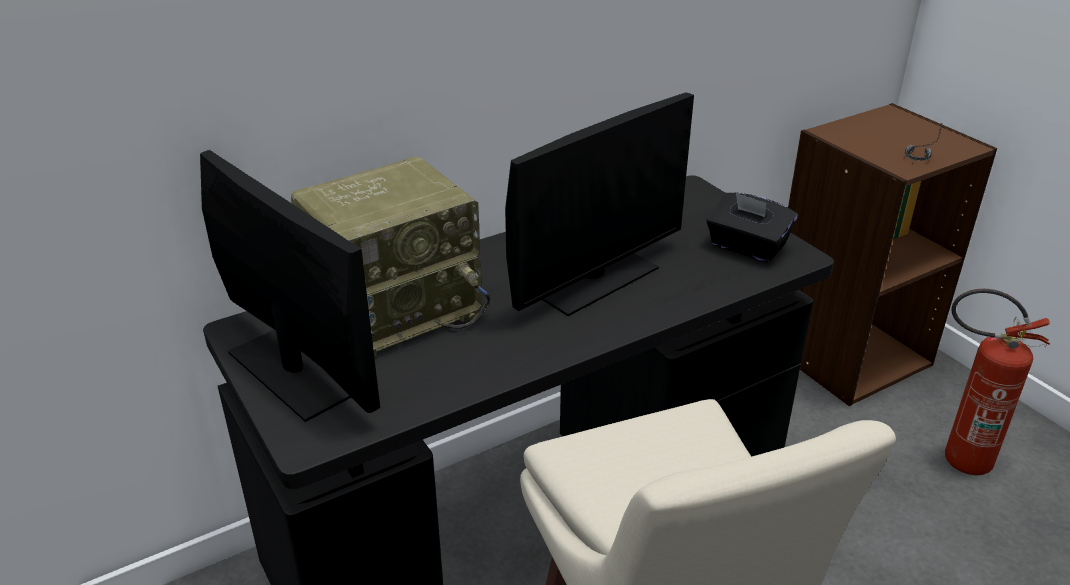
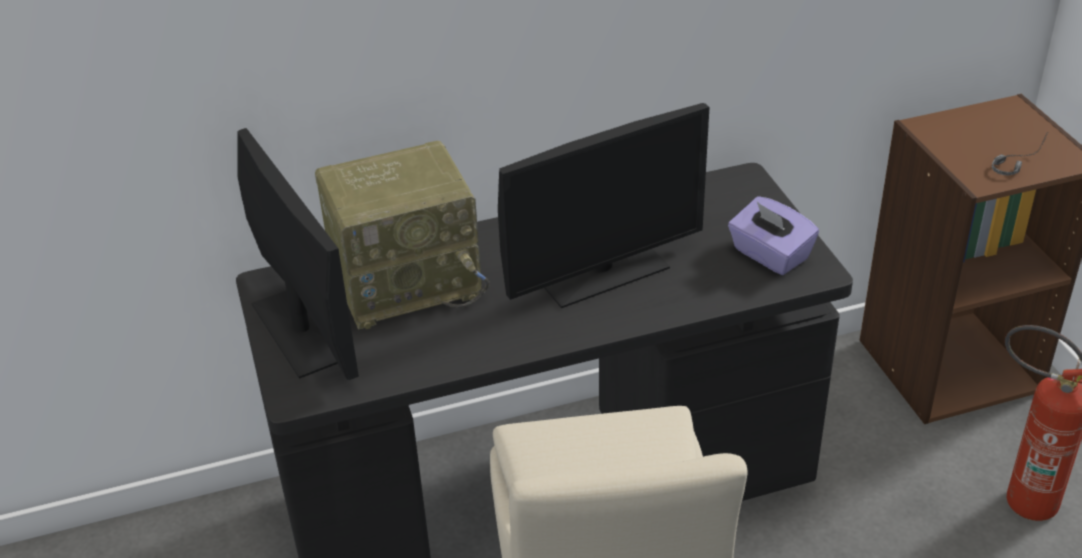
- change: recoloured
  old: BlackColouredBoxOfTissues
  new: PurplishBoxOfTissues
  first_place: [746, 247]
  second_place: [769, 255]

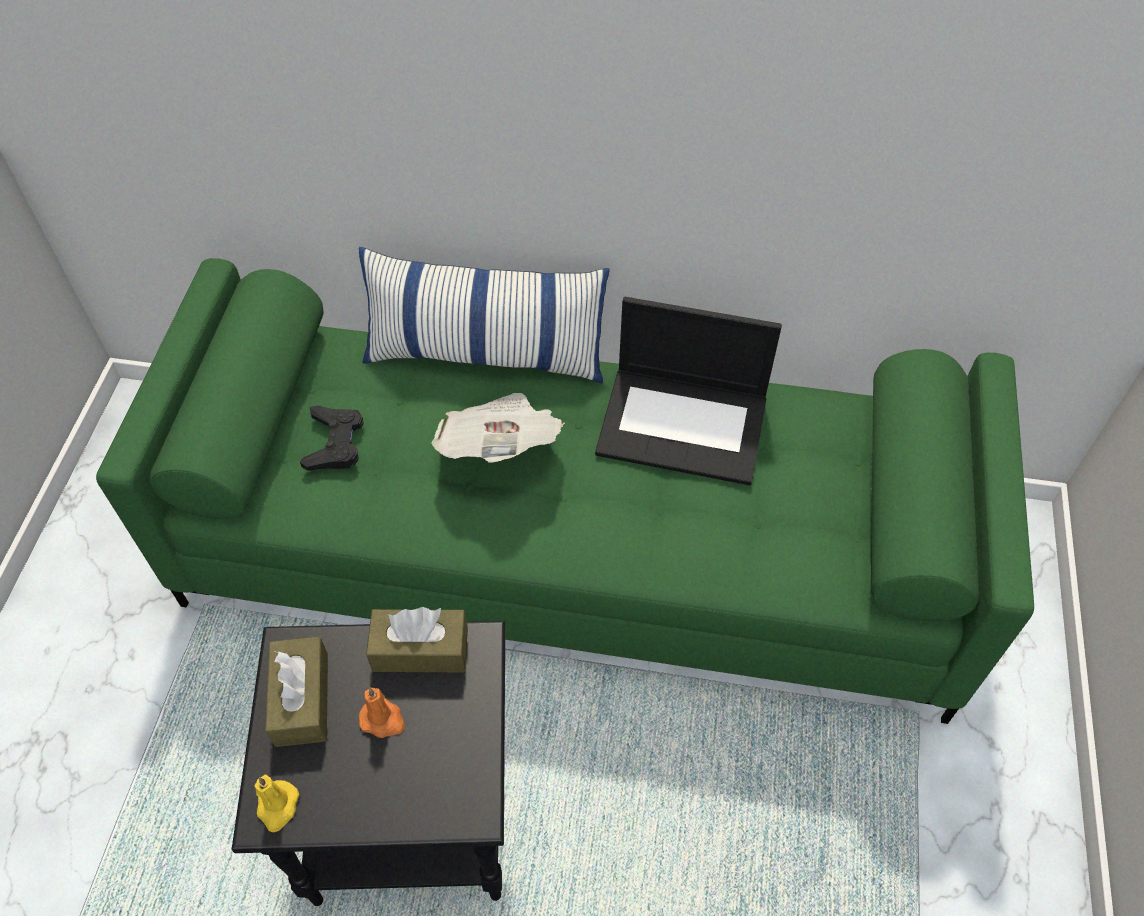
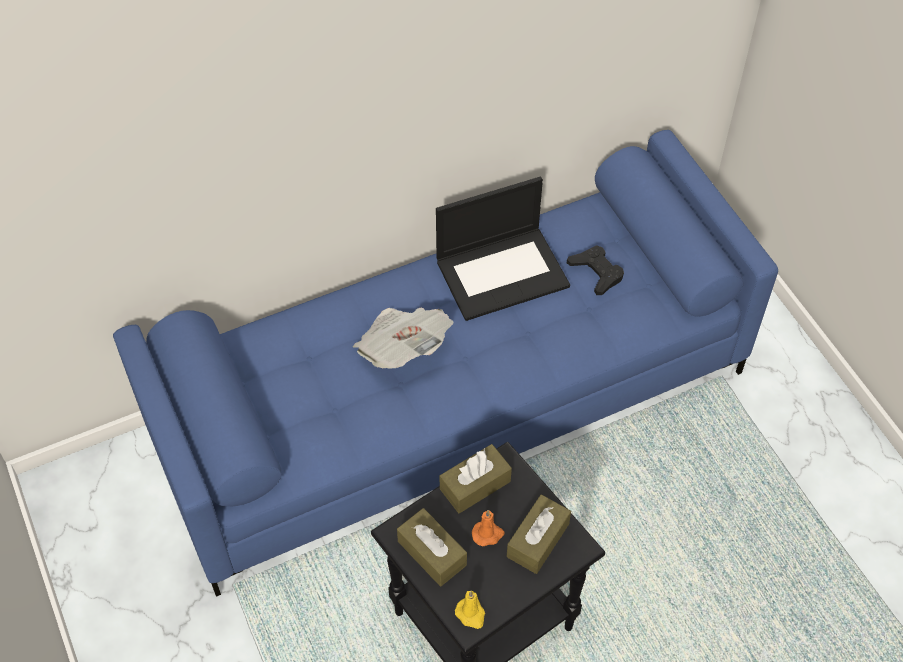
- change: removed
  old: Pillow
  first_place: [485, 353]
- change: recoloured
  old: GreenSettee
  new: BlueColouredSettee
  first_place: [575, 551]
  second_place: [452, 402]
- change: moved
  old: BlackColouredGamepad
  first_place: [335, 443]
  second_place: [596, 273]
- change: added
  new: BrownColouredBoxOfTissues
  second_place: [538, 540]

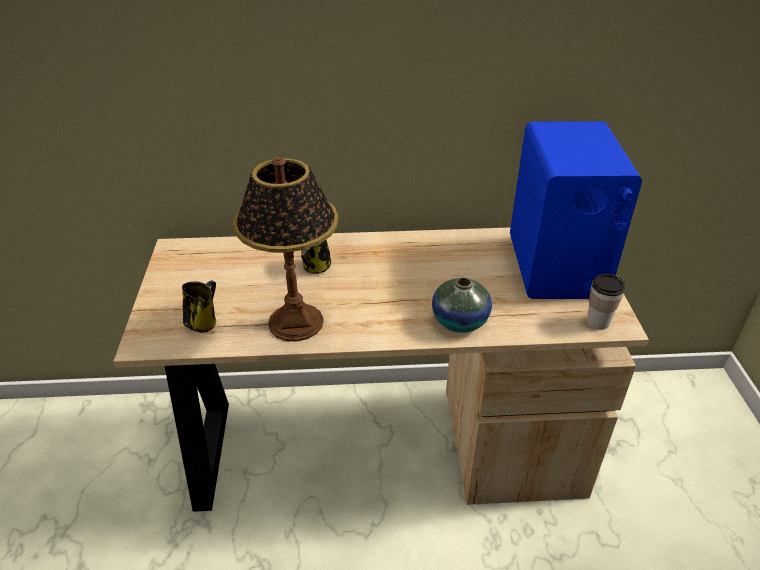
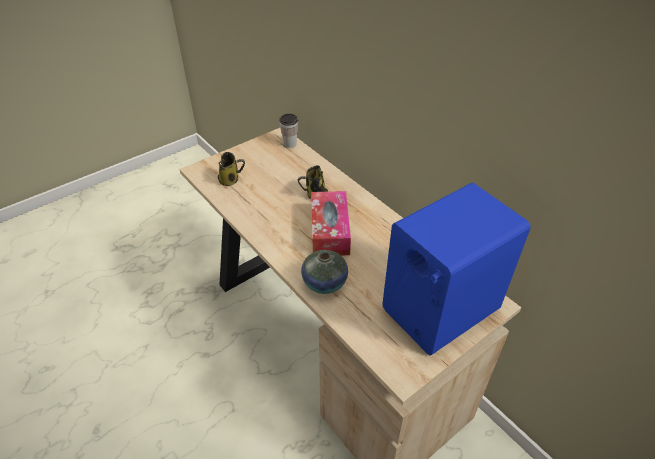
- change: removed
  old: TabletopLamp
  first_place: [296, 322]
- change: moved
  old: DrinkingCup
  first_place: [598, 322]
  second_place: [290, 144]
- change: added
  new: BoxOfTissues
  second_place: [330, 231]

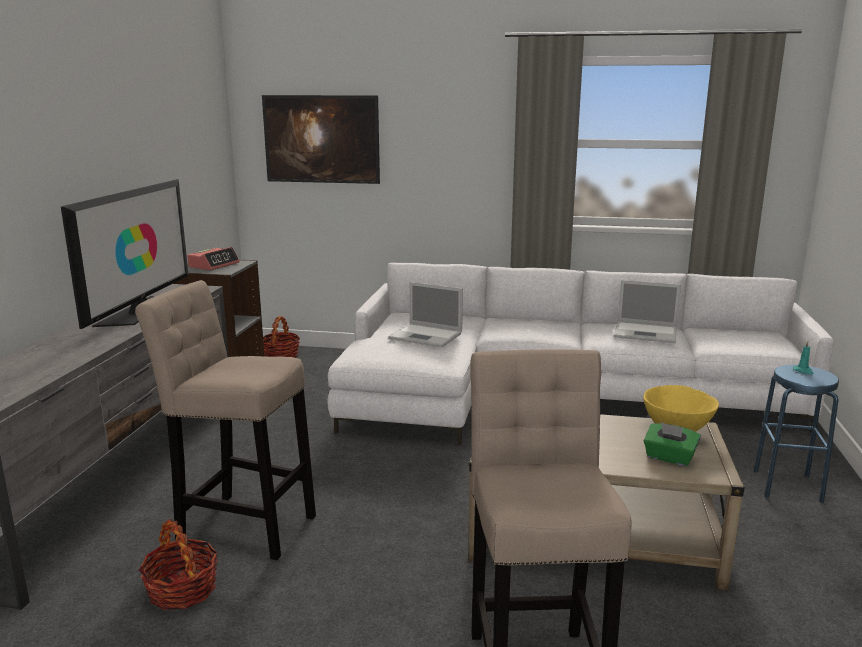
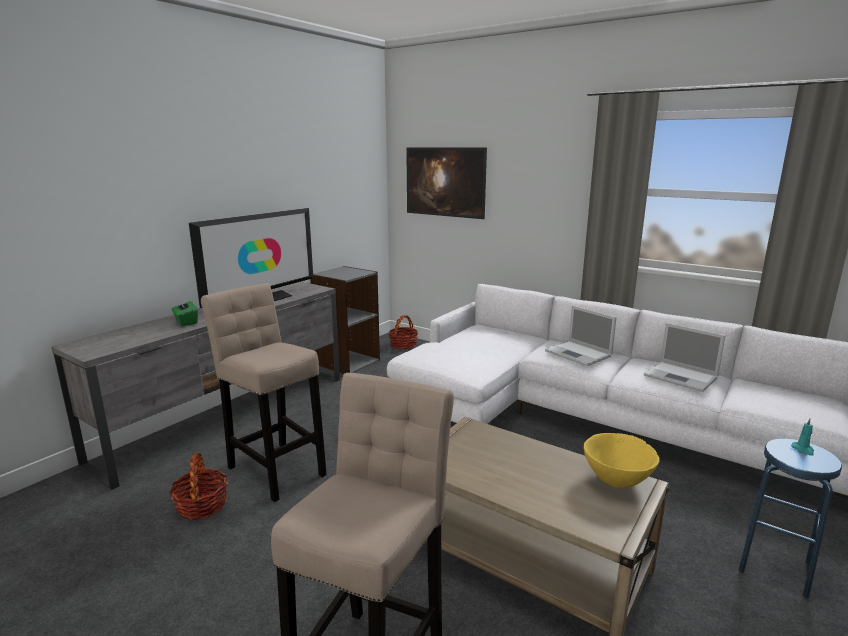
- change: removed
  old: TableClock
  first_place: [214, 265]
- change: moved
  old: PortableComputer
  first_place: [427, 336]
  second_place: [579, 354]
- change: moved
  old: GreenBoxOfTissues
  first_place: [669, 458]
  second_place: [186, 322]

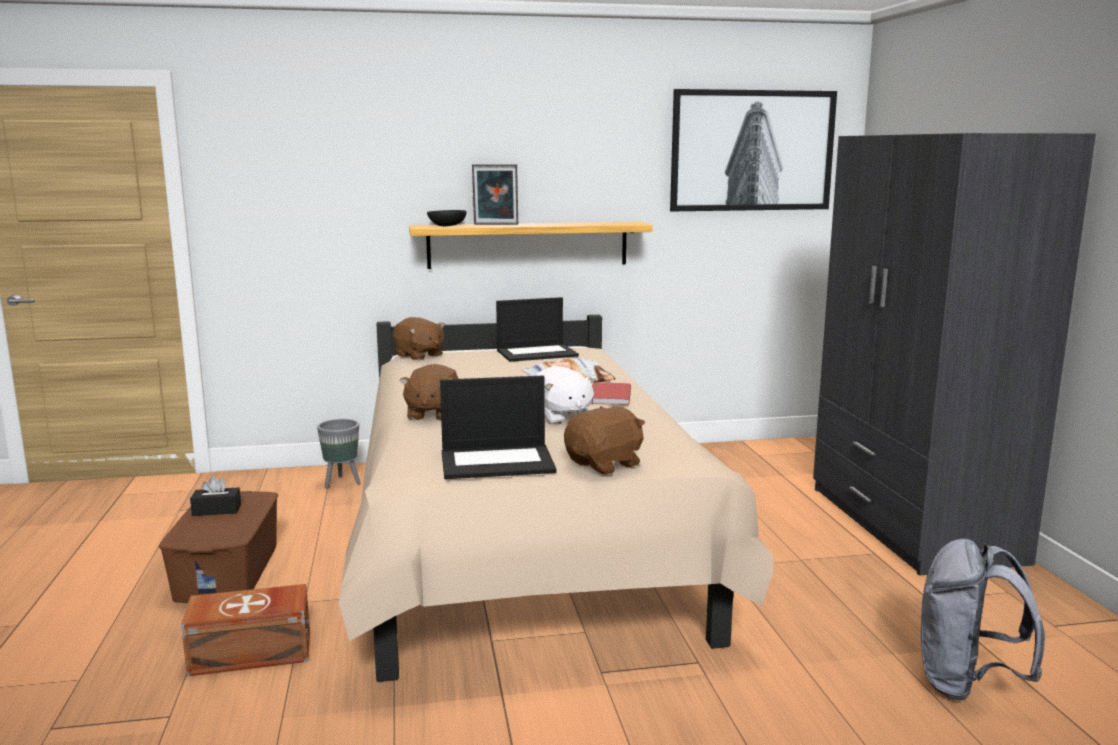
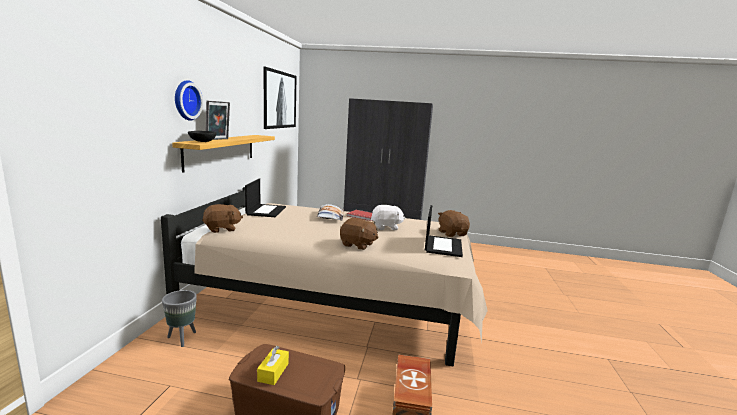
- change: recoloured
  old: BlackColouredBoxOfTissues
  new: YellowBoxOfTissues
  first_place: [216, 510]
  second_place: [273, 372]
- change: removed
  old: GrayKnapsack
  first_place: [966, 684]
- change: added
  new: ClockOnTheWall
  second_place: [185, 100]

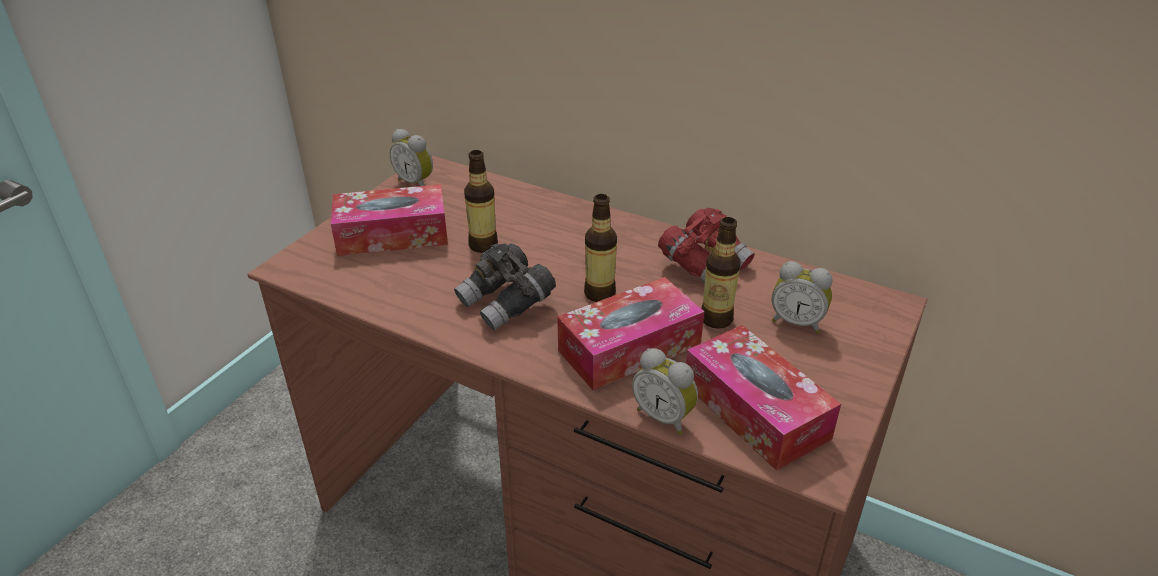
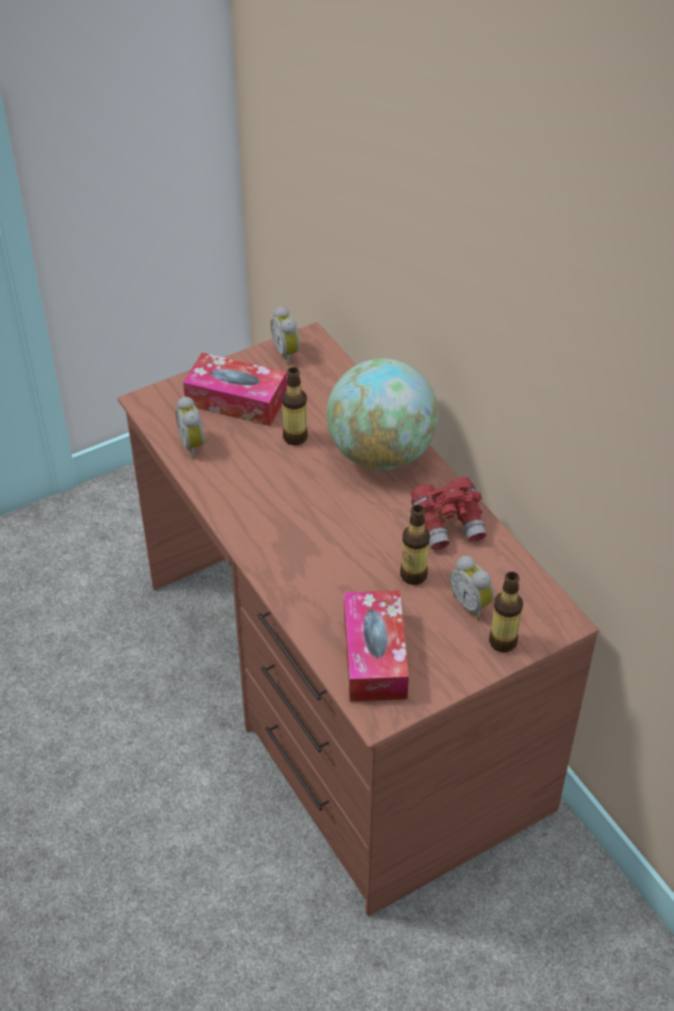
- change: moved
  old: DrinkBottle
  first_place: [599, 294]
  second_place: [502, 642]
- change: removed
  old: GrayPairOfBinoculars
  first_place: [506, 304]
- change: removed
  old: BoxOfTissues
  first_place: [629, 348]
- change: moved
  old: TableClock
  first_place: [664, 416]
  second_place: [194, 444]
- change: added
  new: Globe
  second_place: [381, 454]

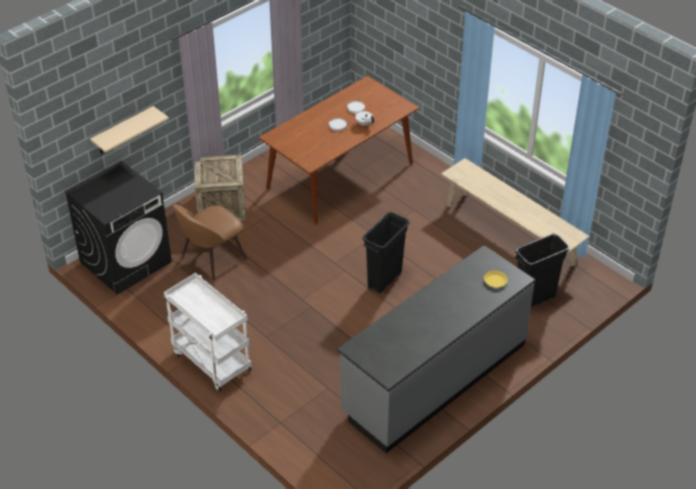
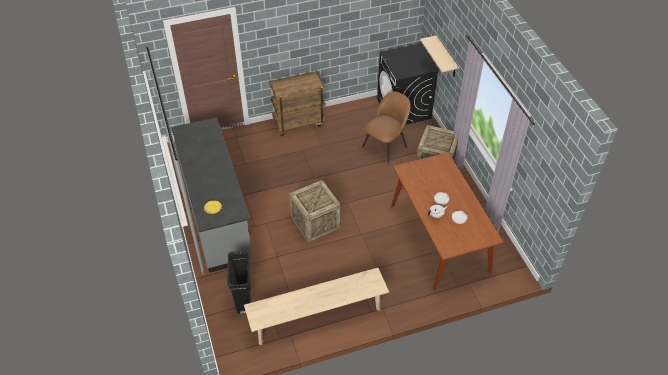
- change: turned
  old: BrownColouredChair
  first_place: [212, 258]
  second_place: [385, 146]
  degrees: 60
- change: replaced
  old: BlackColouredRubbishBin
  new: Crate
  first_place: [384, 280]
  second_place: [315, 222]
- change: recoloured
  old: WhiteCart
  new: BrownColouredCart
  first_place: [210, 361]
  second_place: [299, 122]

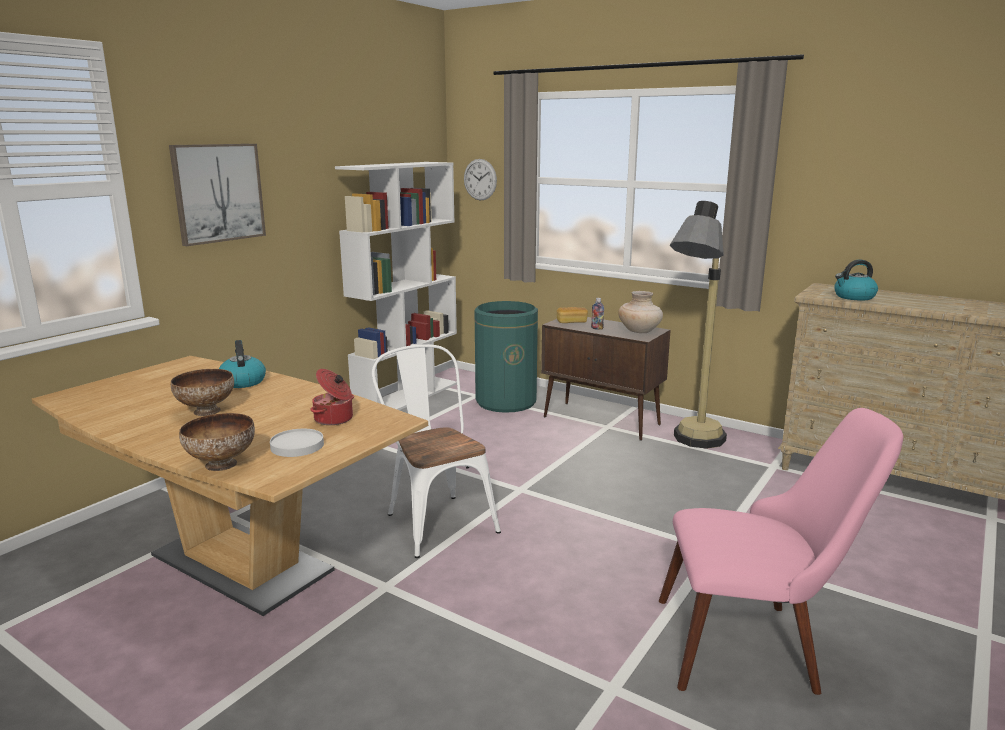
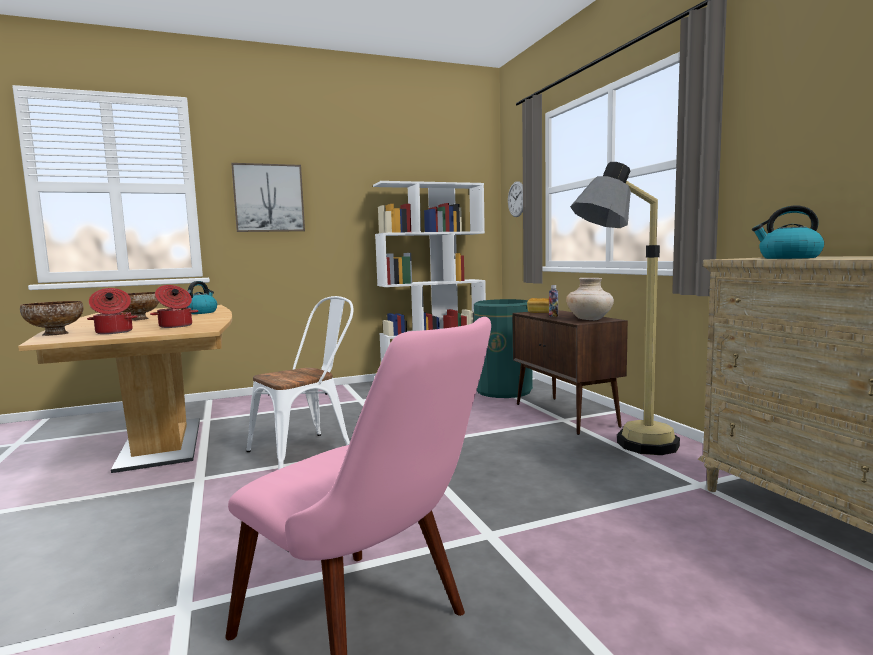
- change: turned
  old: WhiteChair
  first_place: [435, 519]
  second_place: [308, 449]
  degrees: 45
- change: replaced
  old: WhiteDinnerPlate
  new: Stockpot
  first_place: [297, 446]
  second_place: [113, 332]

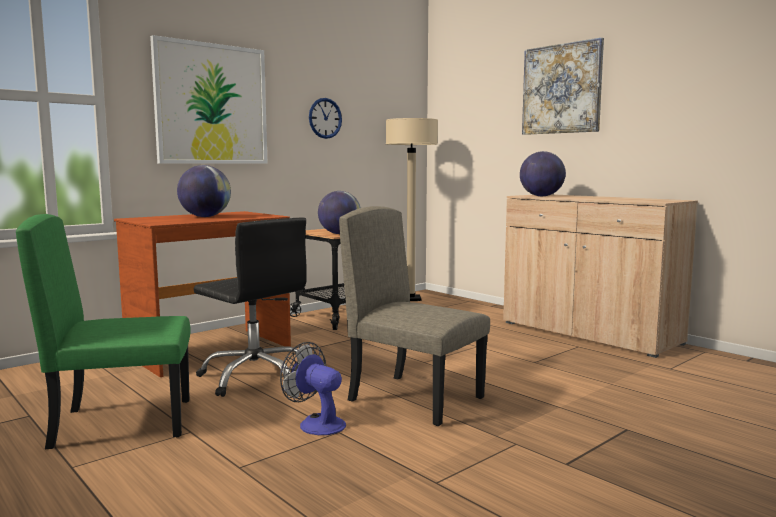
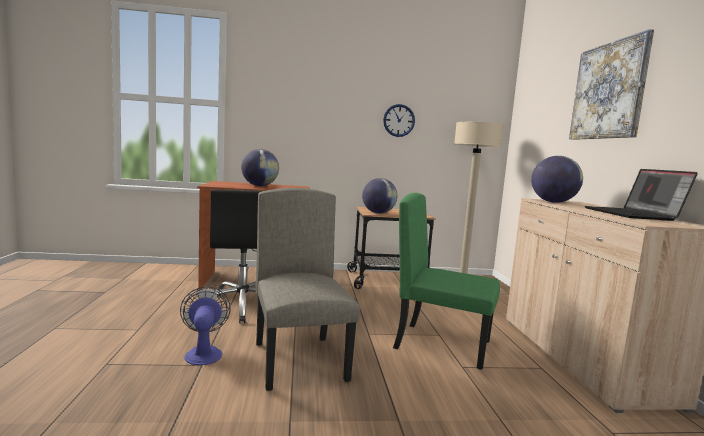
- change: removed
  old: WallPicture
  first_place: [211, 104]
- change: moved
  old: GreenChair
  first_place: [123, 422]
  second_place: [442, 344]
- change: added
  new: PortableComputer
  second_place: [634, 215]

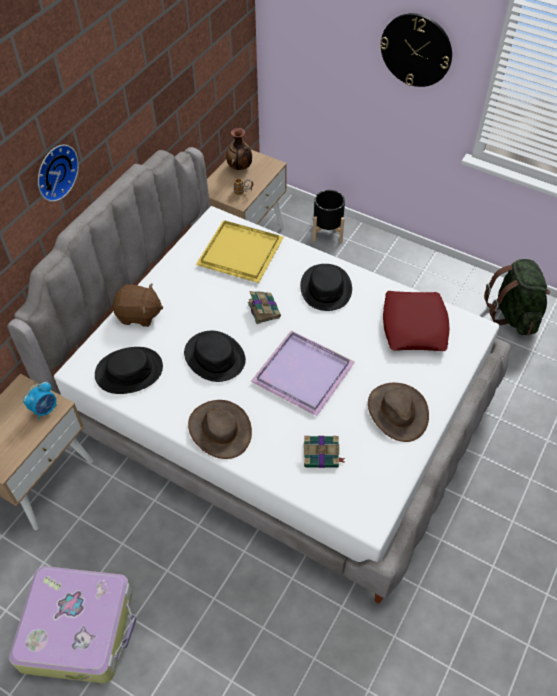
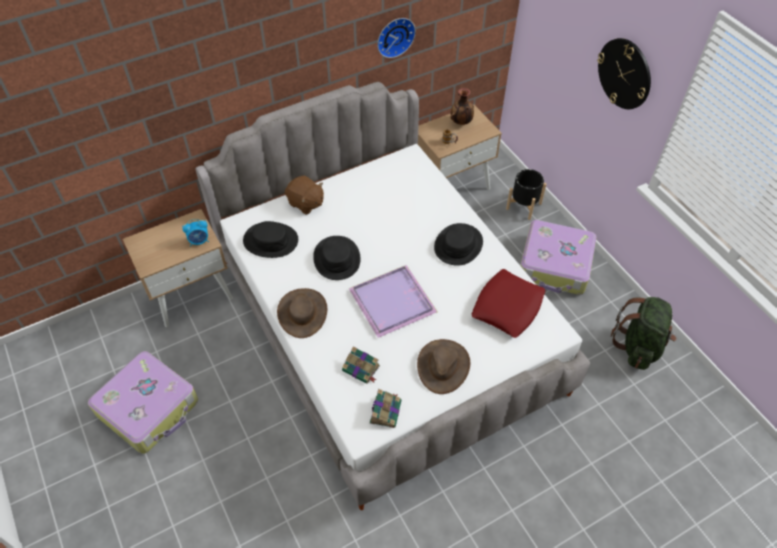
- change: moved
  old: ClockOnTheWall
  first_place: [54, 171]
  second_place: [394, 36]
- change: removed
  old: YellowTray
  first_place: [241, 254]
- change: moved
  old: Book
  first_place: [263, 309]
  second_place: [385, 411]
- change: added
  new: Suitcase
  second_place: [555, 265]

